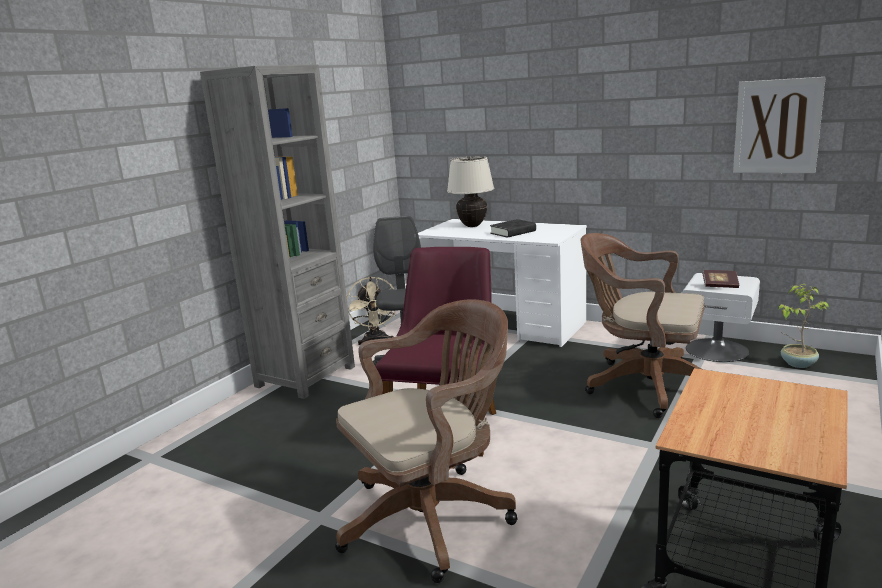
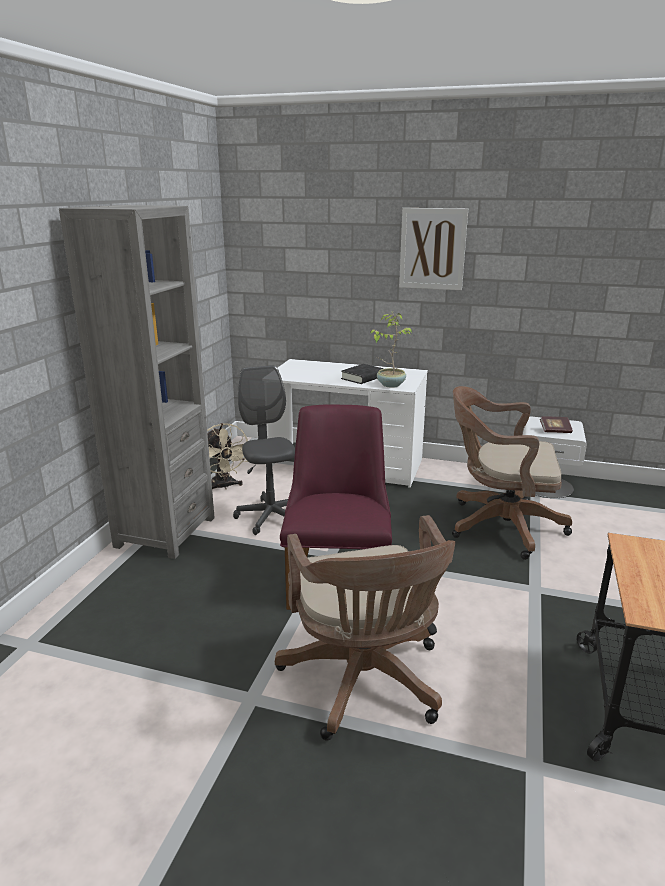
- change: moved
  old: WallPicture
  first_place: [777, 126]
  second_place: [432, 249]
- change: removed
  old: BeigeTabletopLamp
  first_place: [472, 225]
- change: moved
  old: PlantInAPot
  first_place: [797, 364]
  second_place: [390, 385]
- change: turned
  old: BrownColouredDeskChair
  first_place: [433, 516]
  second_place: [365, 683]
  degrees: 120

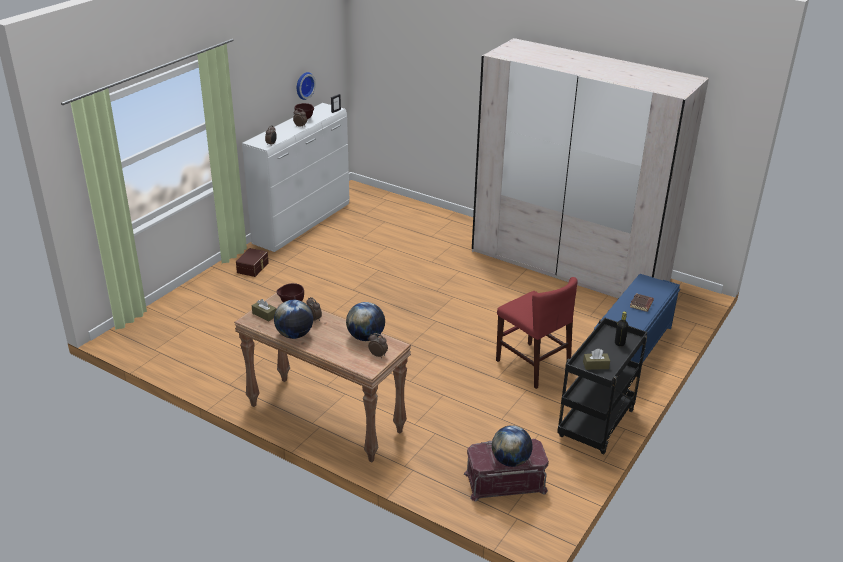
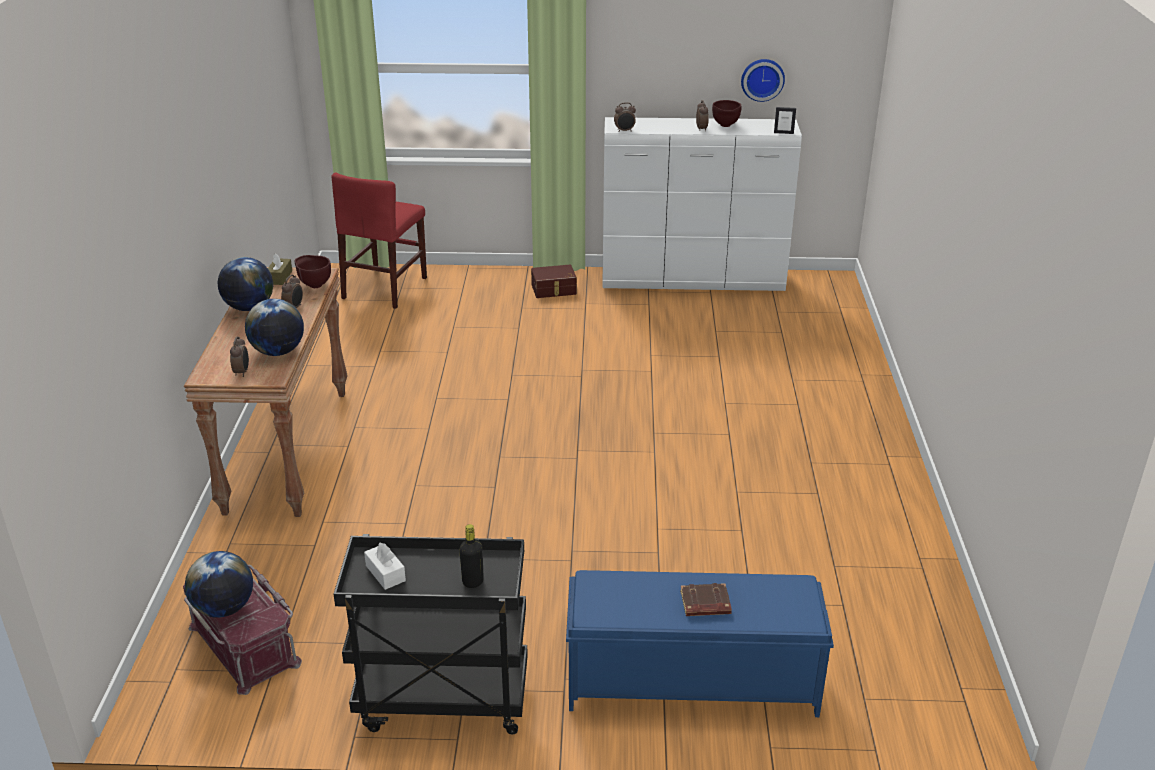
- change: removed
  old: BeigeArmoire
  first_place: [569, 265]
- change: moved
  old: RedChair
  first_place: [532, 365]
  second_place: [385, 288]
- change: recoloured
  old: BrownColouredBoxOfTissues
  new: WhiteBoxOfTissues
  first_place: [595, 365]
  second_place: [385, 573]

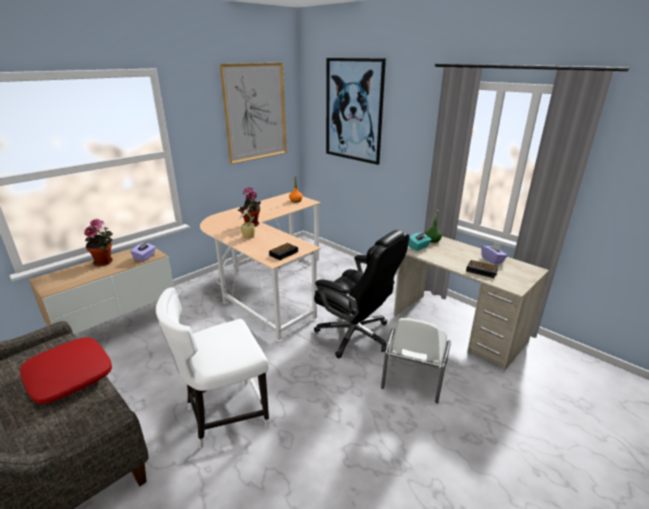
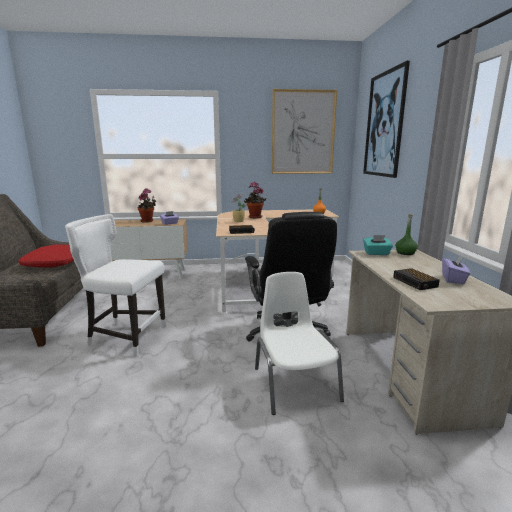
- change: turned
  old: WhiteChair
  first_place: [413, 375]
  second_place: [294, 383]
  degrees: 105

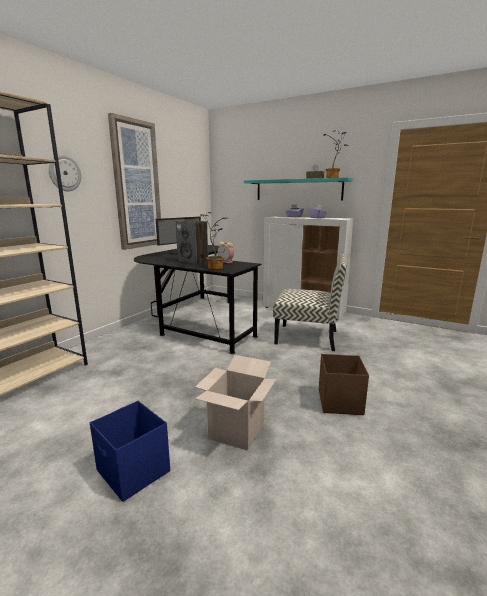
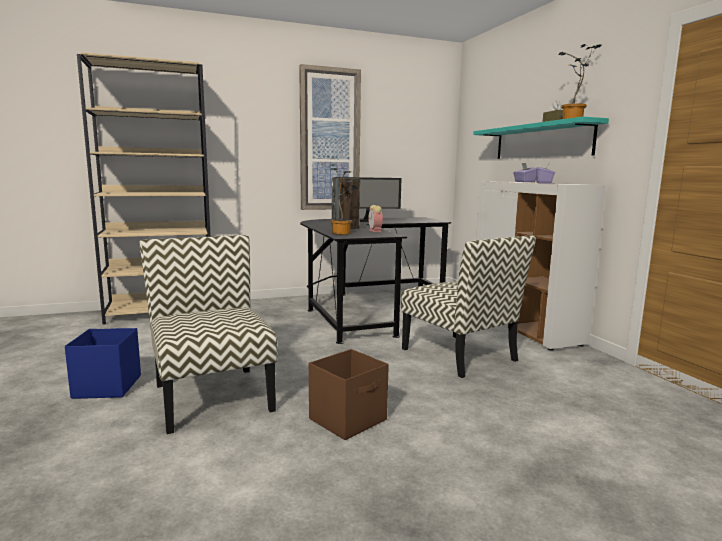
- change: removed
  old: ClockOnTheWall
  first_place: [64, 173]
- change: replaced
  old: PackingBox
  new: Chair
  first_place: [236, 430]
  second_place: [212, 396]

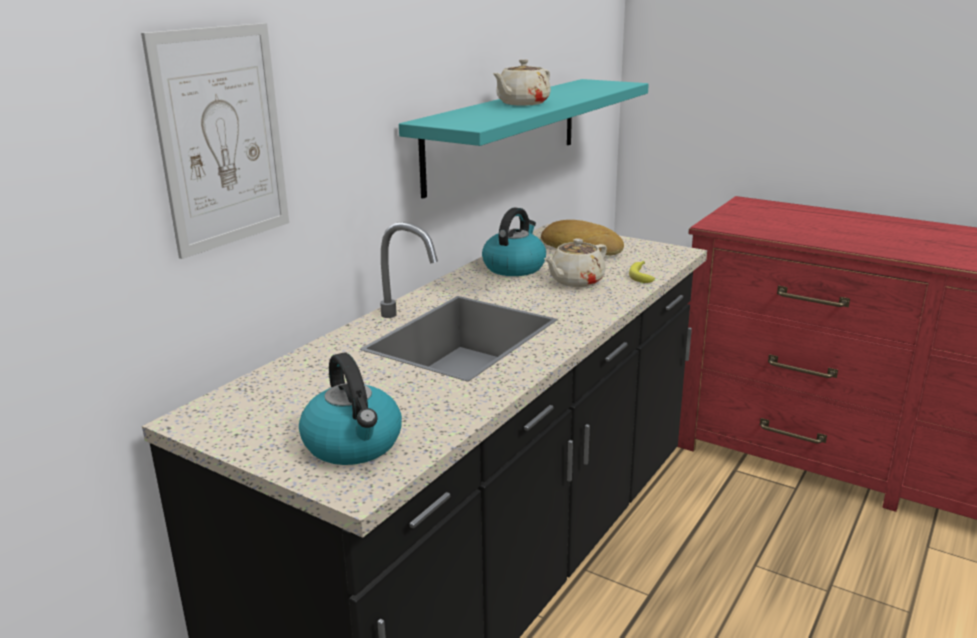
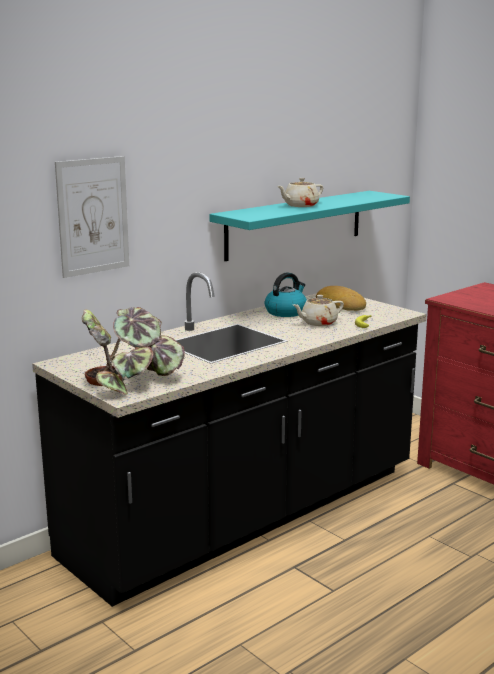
- change: replaced
  old: TeaKettle
  new: PlantInAPot
  first_place: [354, 444]
  second_place: [131, 381]

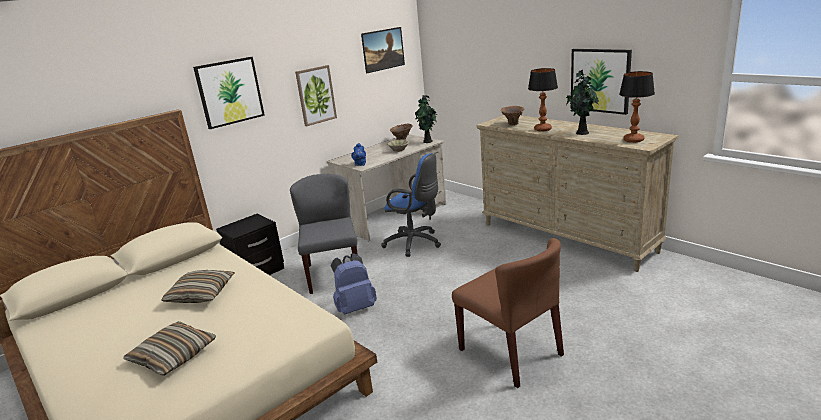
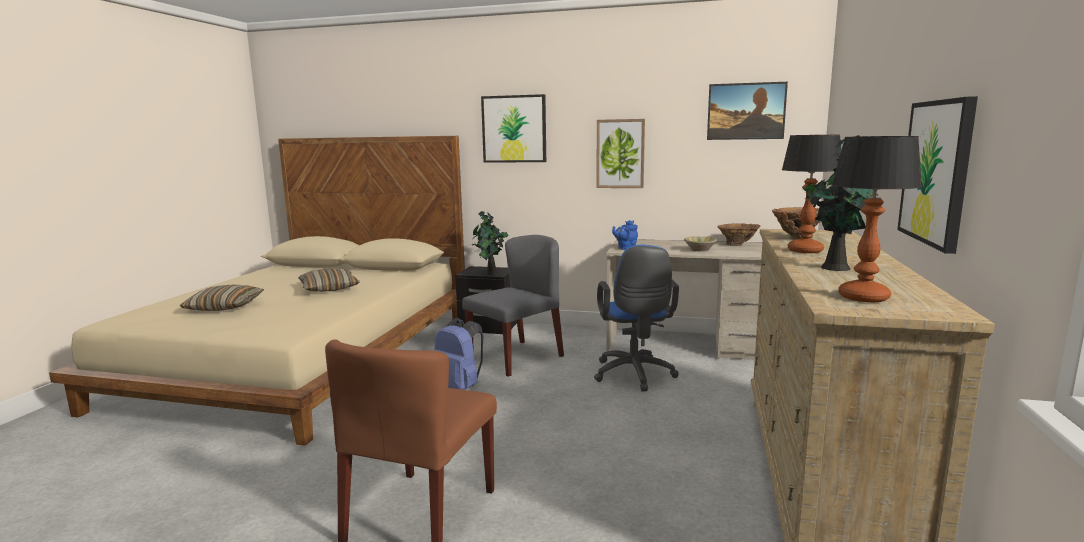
- change: moved
  old: PlantInAPot
  first_place: [428, 141]
  second_place: [490, 273]

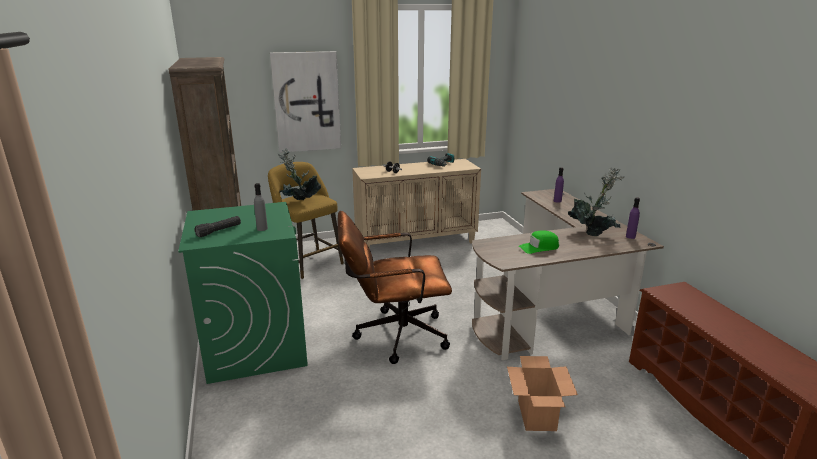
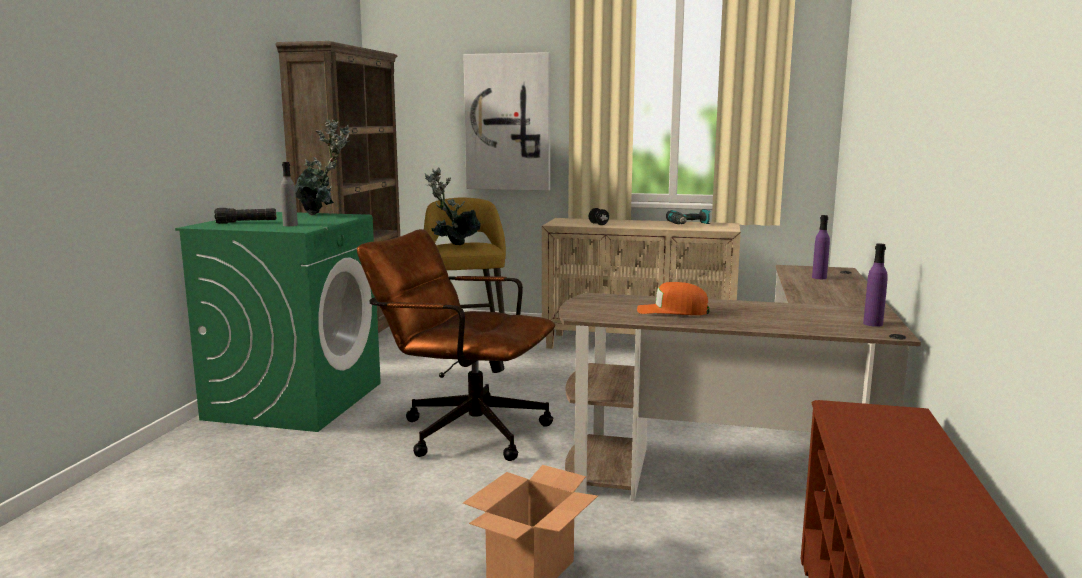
- change: moved
  old: PlantInAPot
  first_place: [593, 233]
  second_place: [322, 214]
- change: recoloured
  old: GreenCap
  new: OrangeyCap
  first_place: [539, 247]
  second_place: [672, 311]

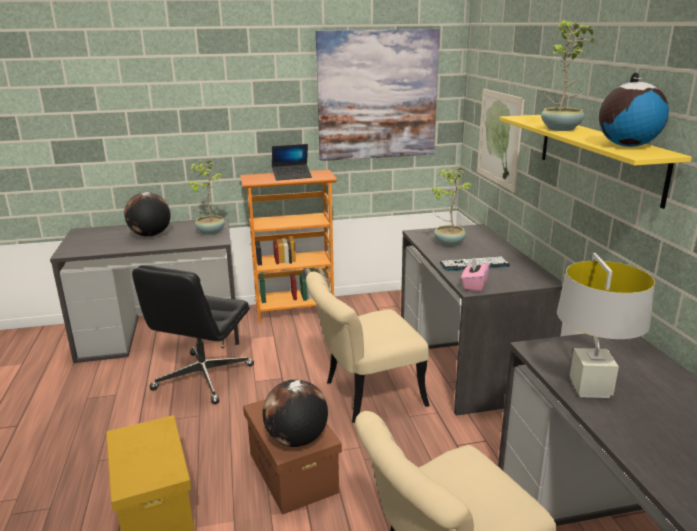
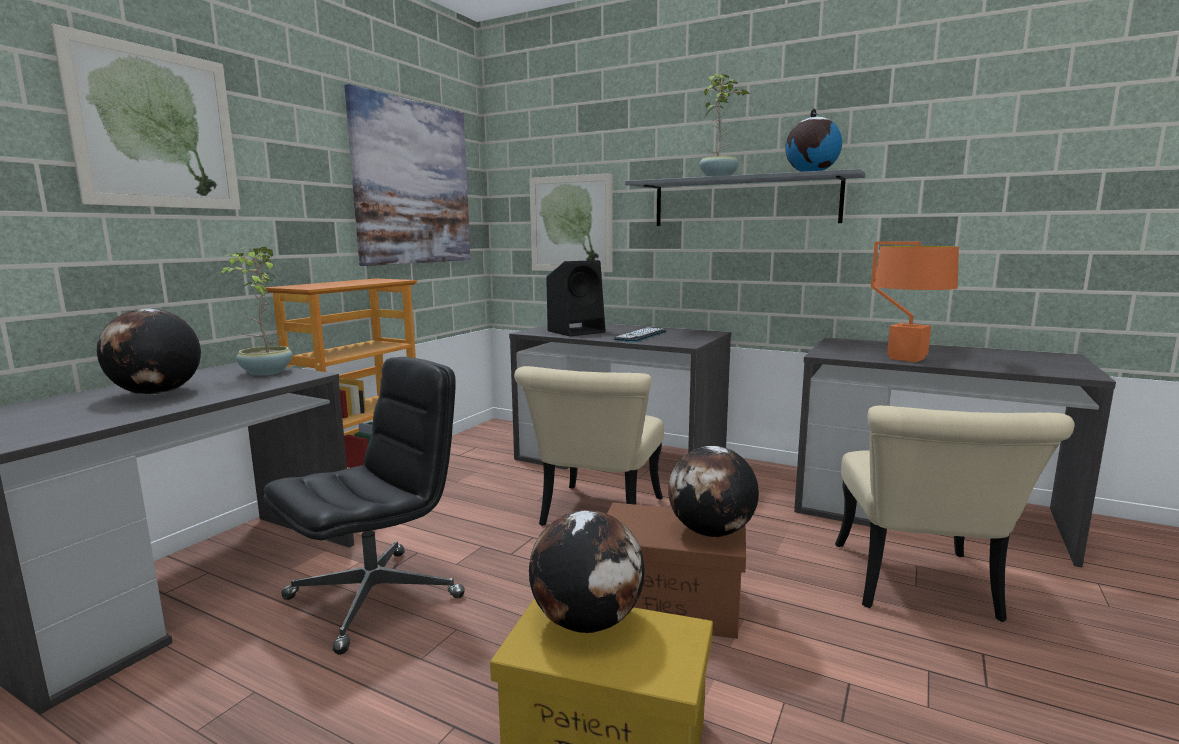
- change: recoloured
  old: YellowShelf
  new: GrayShelf
  first_place: [598, 156]
  second_place: [744, 201]
- change: removed
  old: PortableComputer
  first_place: [292, 176]
- change: replaced
  old: PlantInAPot
  new: BlackColouredSpeaker
  first_place: [448, 243]
  second_place: [577, 331]
- change: recoloured
  old: GrayTabletopLamp
  new: OrangeyTabletopLamp
  first_place: [590, 388]
  second_place: [906, 358]
- change: removed
  old: PinkColouredBoxOfTissues
  first_place: [474, 285]
- change: turned
  old: BlackColouredDeskChair
  first_place: [203, 378]
  second_place: [376, 596]
  degrees: -105
- change: added
  new: WallPicture
  second_place: [156, 128]
- change: added
  new: Globe
  second_place: [587, 622]

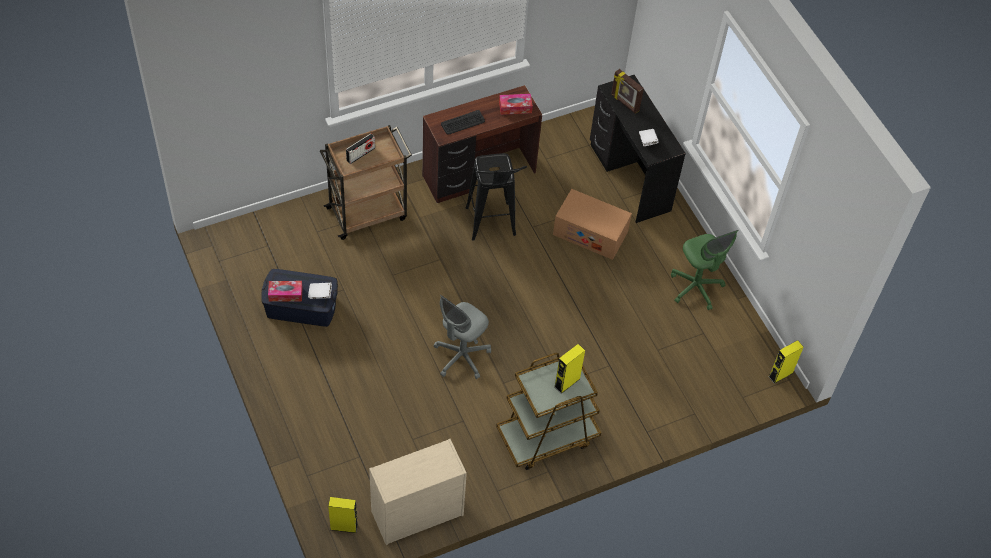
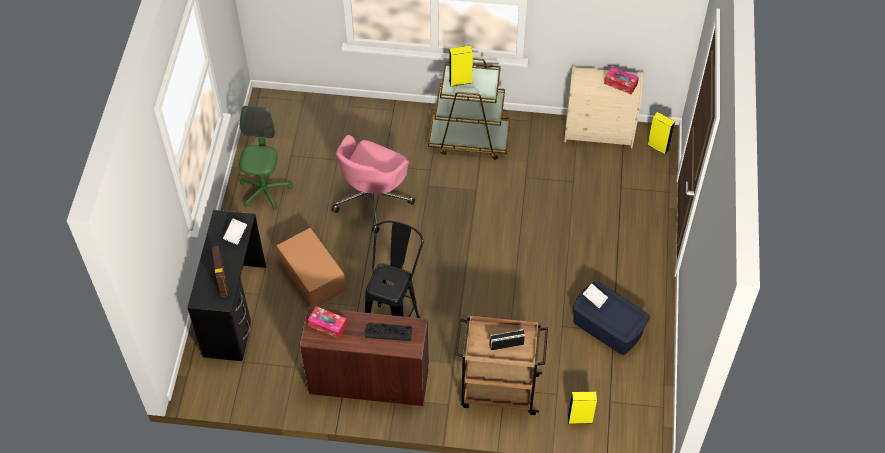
- change: moved
  old: BoxOfTissues
  first_place: [285, 294]
  second_place: [620, 83]
- change: removed
  old: GrayDeskChair
  first_place: [461, 357]
- change: moved
  old: YellowSpeaker
  first_place: [780, 374]
  second_place: [580, 419]
- change: added
  new: PinkColouredDeskChair
  second_place: [373, 198]

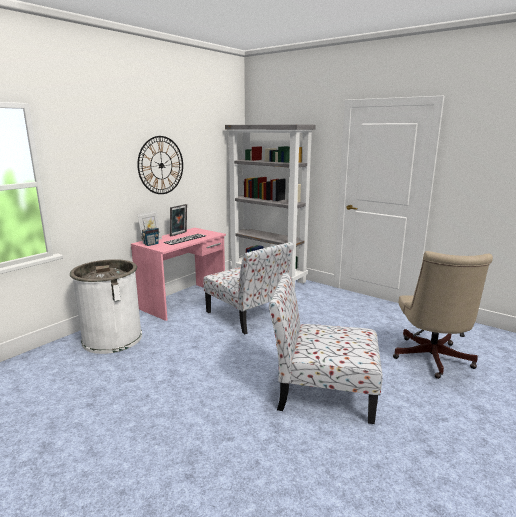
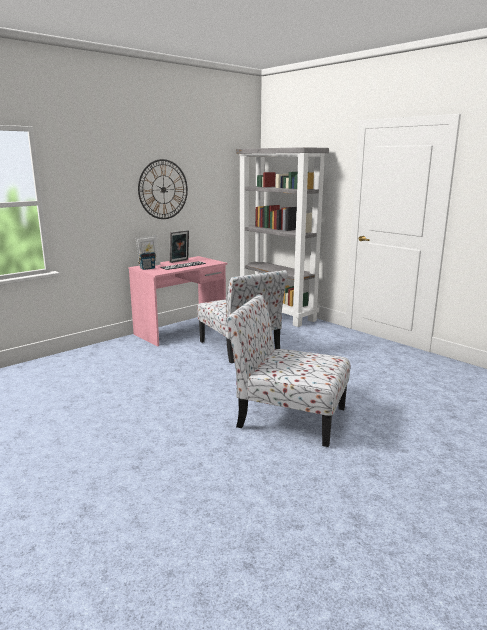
- change: removed
  old: BeigeDeskChair
  first_place: [431, 360]
- change: removed
  old: WhiteRubbishBin
  first_place: [112, 338]

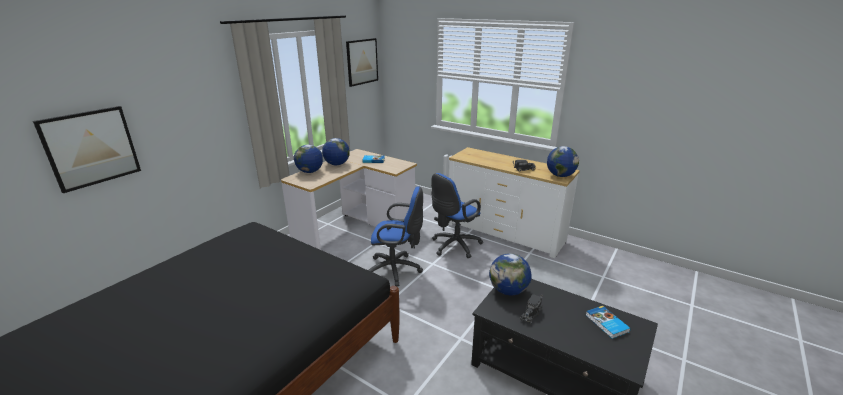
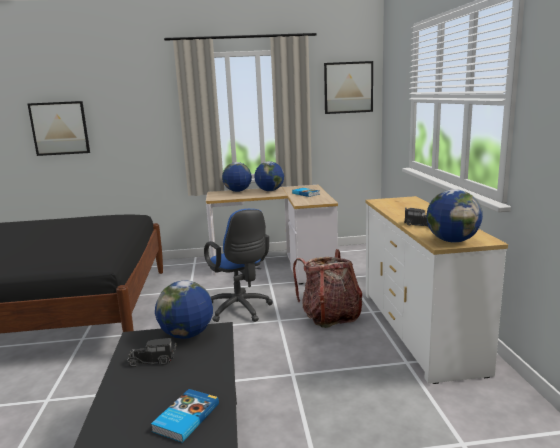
- change: replaced
  old: BlueColouredDeskChair
  new: Knapsack
  first_place: [453, 246]
  second_place: [330, 316]

